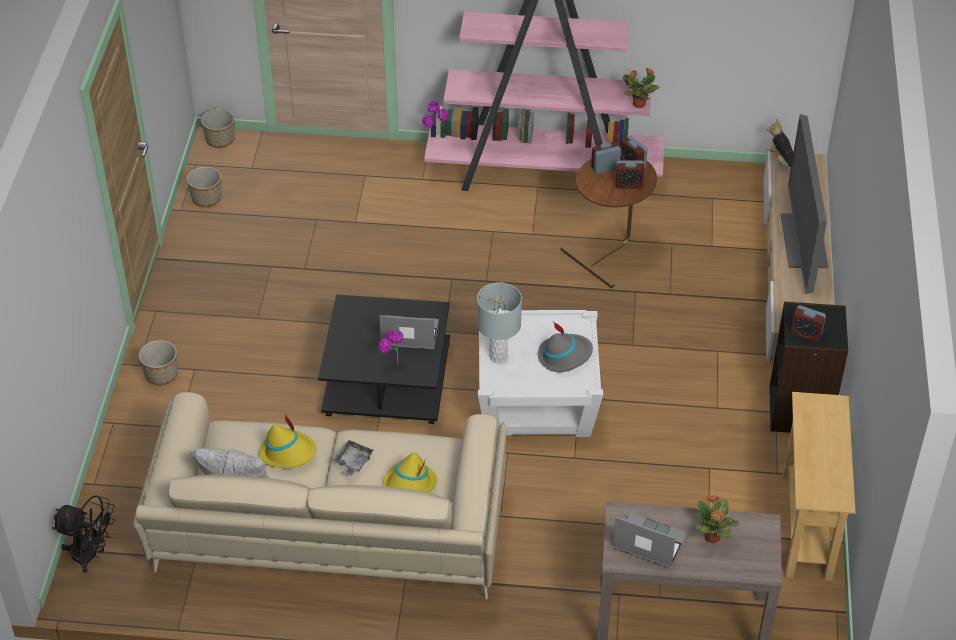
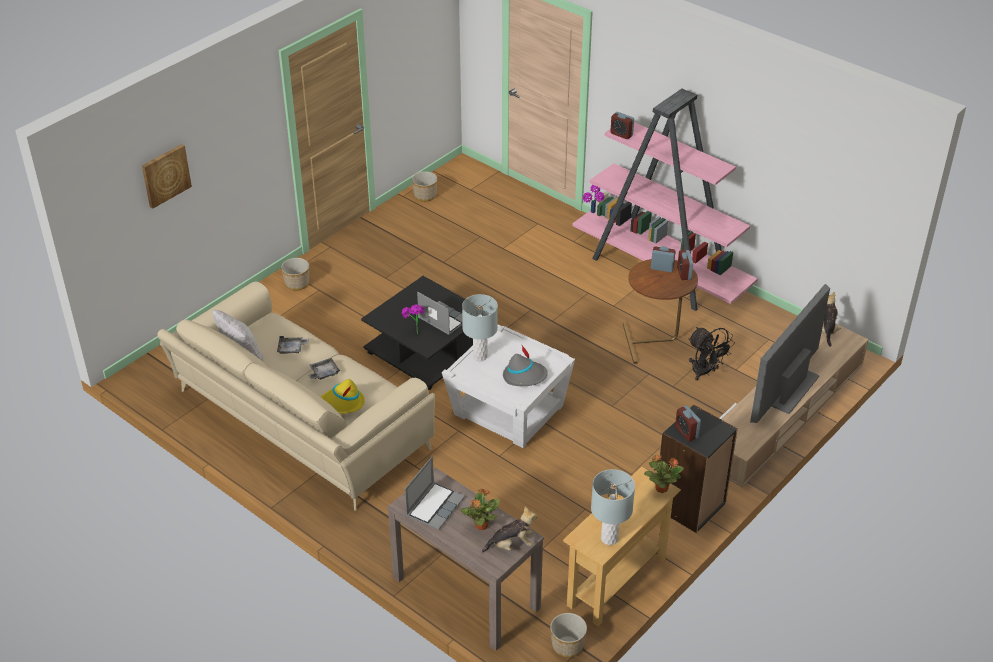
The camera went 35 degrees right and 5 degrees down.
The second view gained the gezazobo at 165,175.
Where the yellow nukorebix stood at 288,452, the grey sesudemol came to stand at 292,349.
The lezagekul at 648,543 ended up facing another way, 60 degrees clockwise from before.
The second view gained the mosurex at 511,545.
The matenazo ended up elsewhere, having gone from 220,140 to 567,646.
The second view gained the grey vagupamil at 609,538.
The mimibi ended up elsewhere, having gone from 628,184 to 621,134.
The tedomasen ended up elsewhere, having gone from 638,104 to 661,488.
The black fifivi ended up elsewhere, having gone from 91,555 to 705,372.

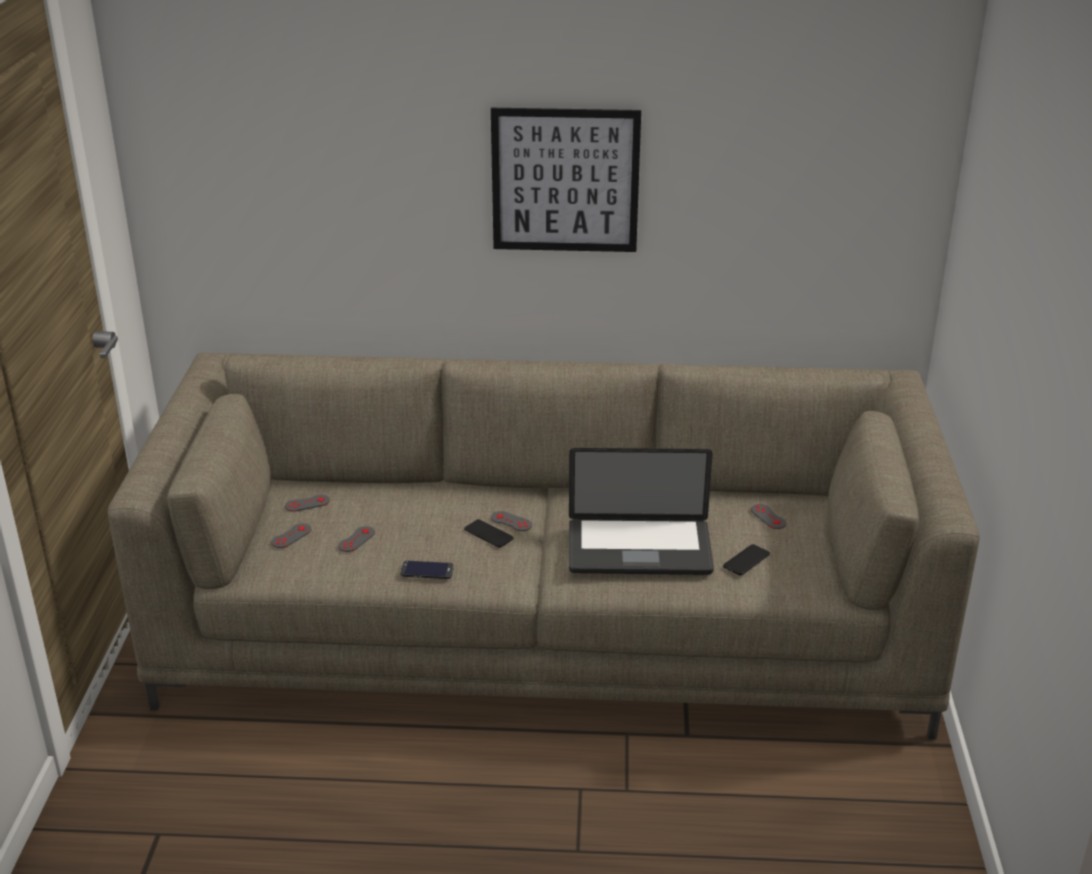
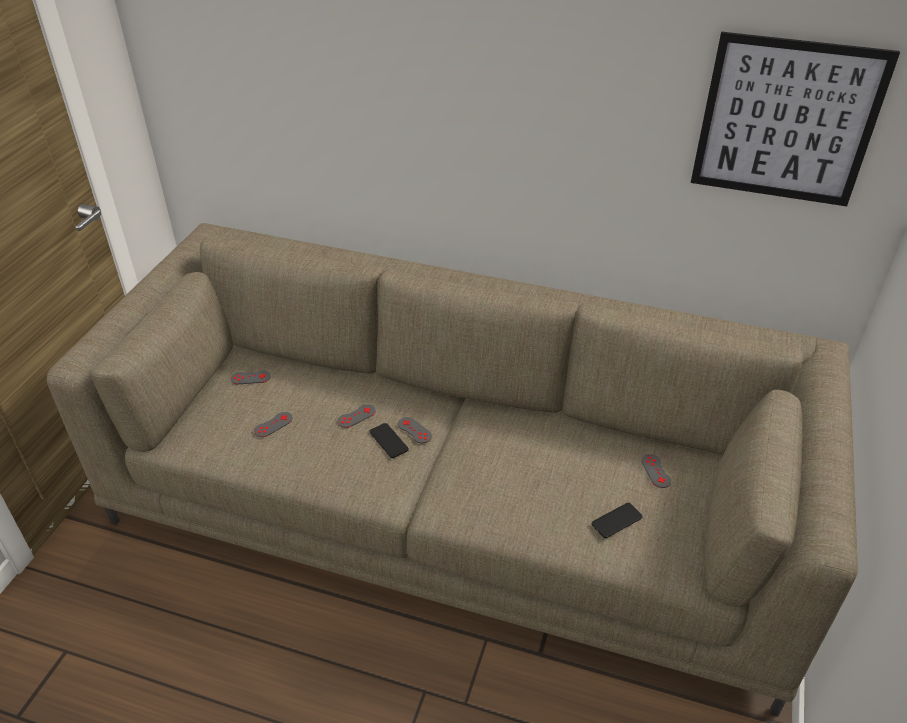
The camera went 15 degrees right and 10 degrees up.
The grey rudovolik ended up elsewhere, having gone from 291,536 to 356,416.
The gezazobo ended up elsewhere, having gone from 565,180 to 786,121.
The second view lost the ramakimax at 427,570.
The second view lost the lezagekul at 639,549.

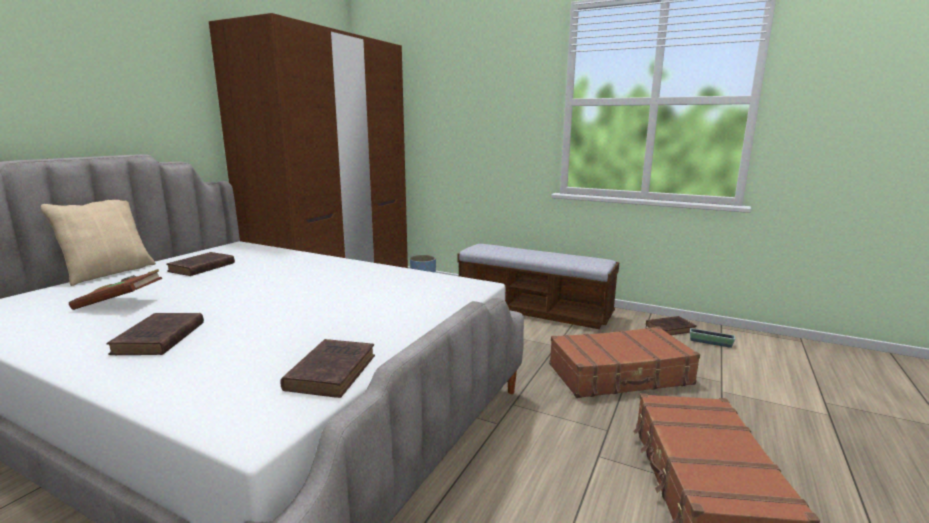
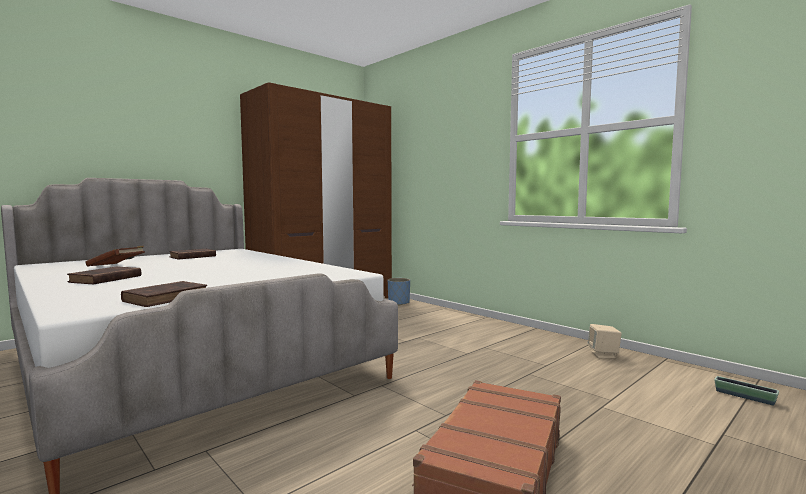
The camera went 20 degrees right and 10 degrees down.
Where the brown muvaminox stood at 671,328, the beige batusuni came to stand at 603,354.
The matenazo ended up elsewhere, having gone from 710,342 to 744,397.
The second view lost the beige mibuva at 108,273.
The second view lost the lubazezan at 533,309.
The second view lost the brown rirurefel at 620,375.

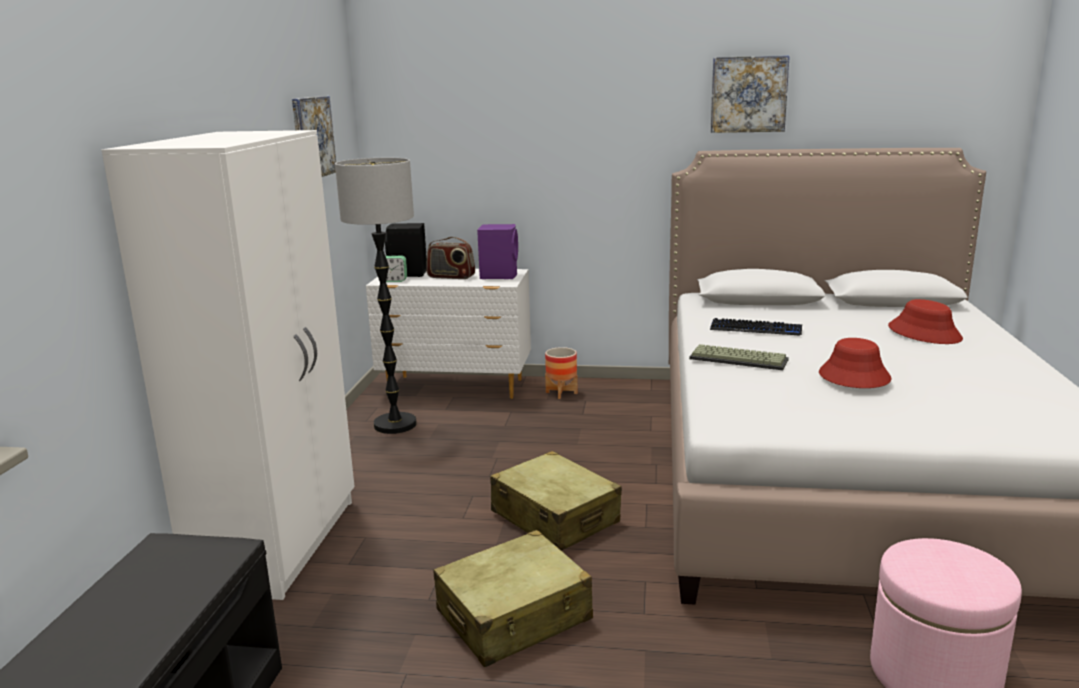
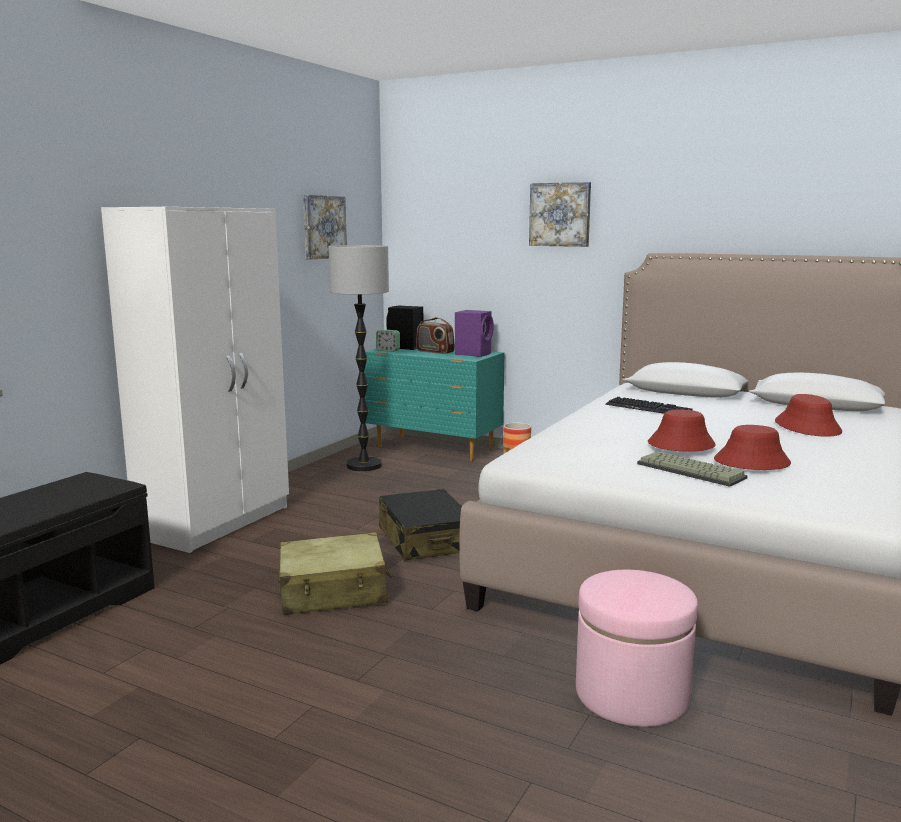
The camera went 20 degrees right and 5 degrees down.
What was the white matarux at 457,387 turned into the turquoise matarux at 435,449.
What was the beige rirurefel at 555,517 turned into the black rirurefel at 425,540.
The gezazobo ended up elsewhere, having gone from 748,94 to 560,214.
The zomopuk ended up elsewhere, having gone from 739,359 to 692,470.
The second view gained the red nukorebix at 751,462.

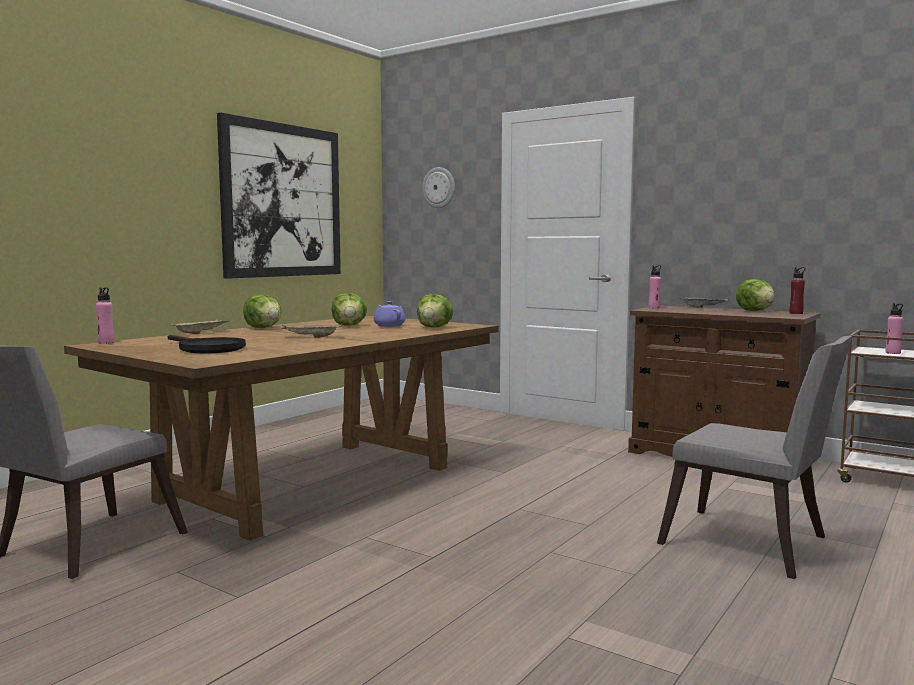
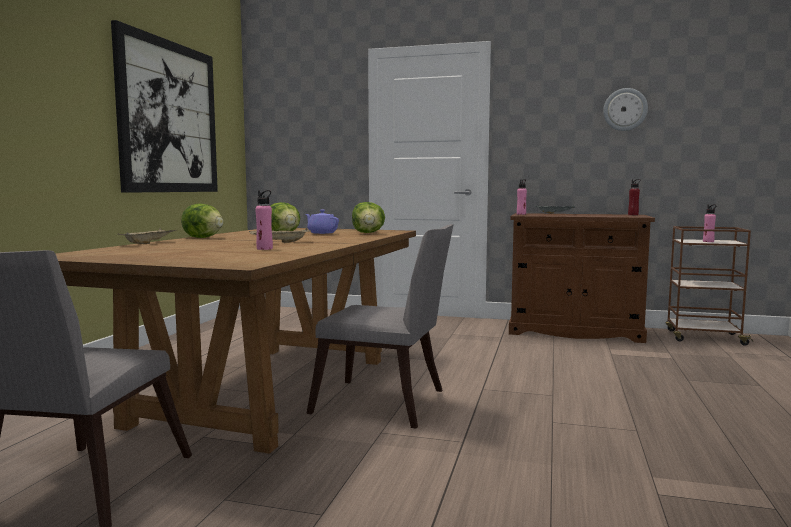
The camera went 20 degrees left and 0 degrees up.
The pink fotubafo ended up elsewhere, having gone from 106,342 to 264,249.
The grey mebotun ended up elsewhere, having gone from 752,545 to 386,404.
The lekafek ended up elsewhere, having gone from 439,187 to 625,109.
The second view lost the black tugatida at 206,349.
The second view lost the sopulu at 755,311.

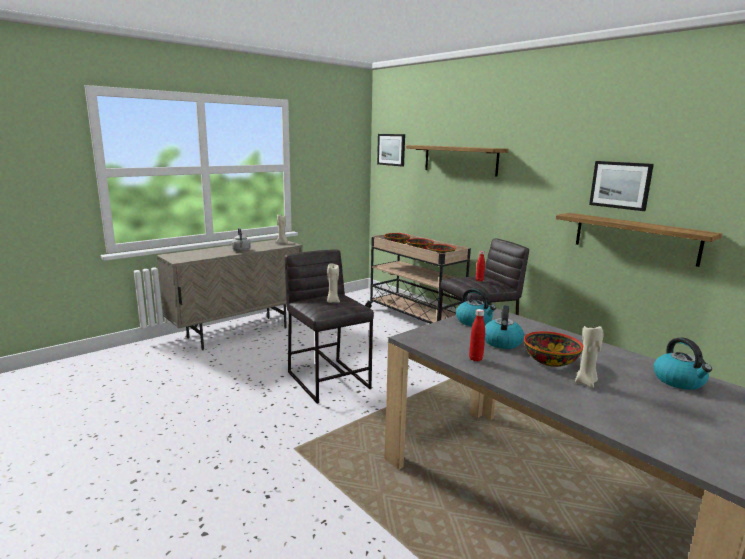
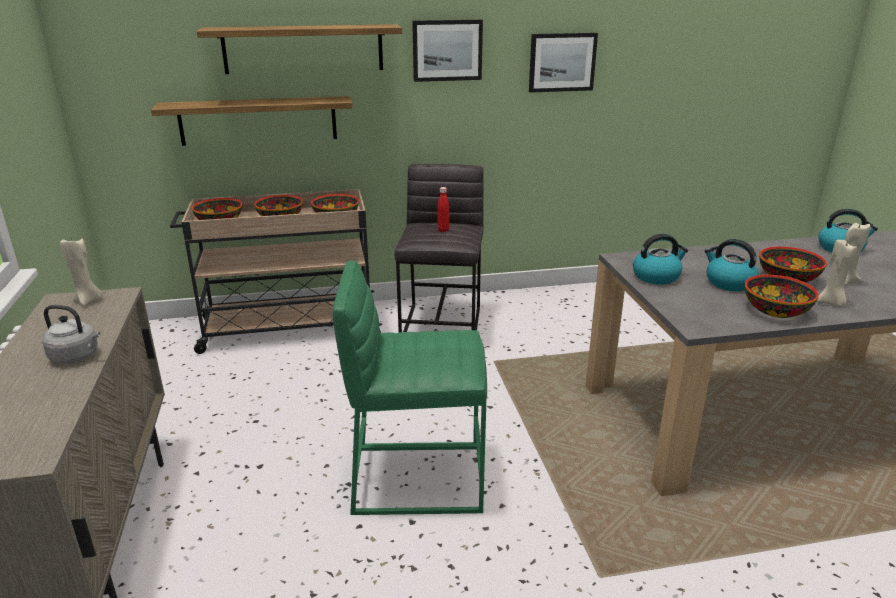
The camera went 60 degrees left and 10 degrees up.
The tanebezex ended up elsewhere, having gone from 635,238 to 258,120.
What was the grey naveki at 328,379 turned into the green naveki at 416,476.
The gezazobo ended up elsewhere, having gone from 391,149 to 447,50.
Where the red fotubafo stood at 475,359, the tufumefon came to stand at 776,310.
The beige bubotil ended up elsewhere, having gone from 332,301 to 831,303.

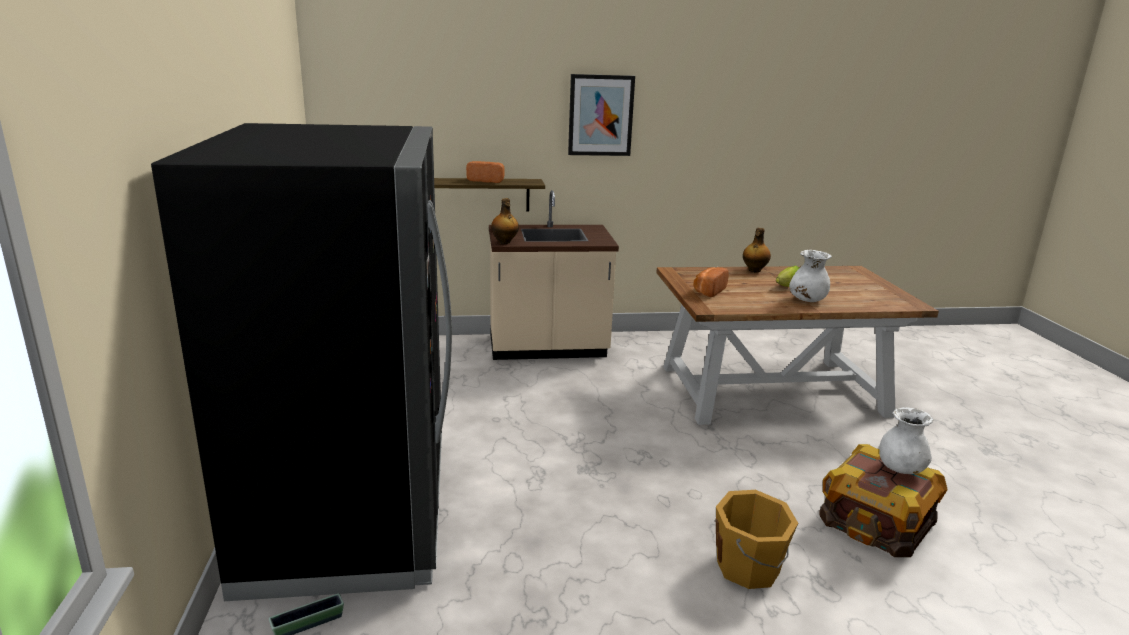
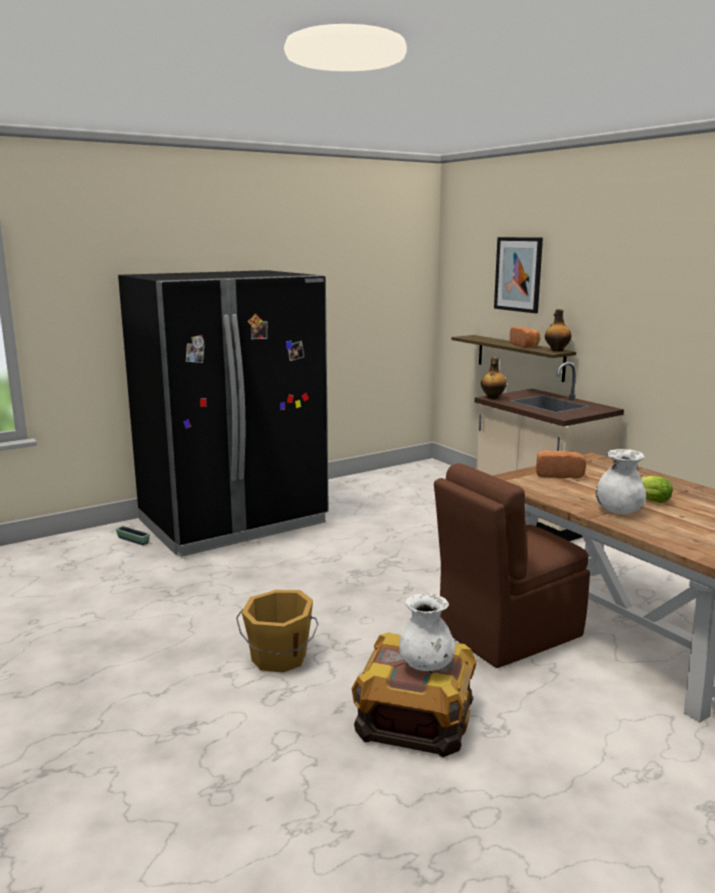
The camera went 65 degrees right and 5 degrees down.
The second view gained the brown mebotun at 507,633.
The gezazobo ended up elsewhere, having gone from 600,115 to 518,274.
The fotubafo ended up elsewhere, having gone from 754,270 to 556,350.

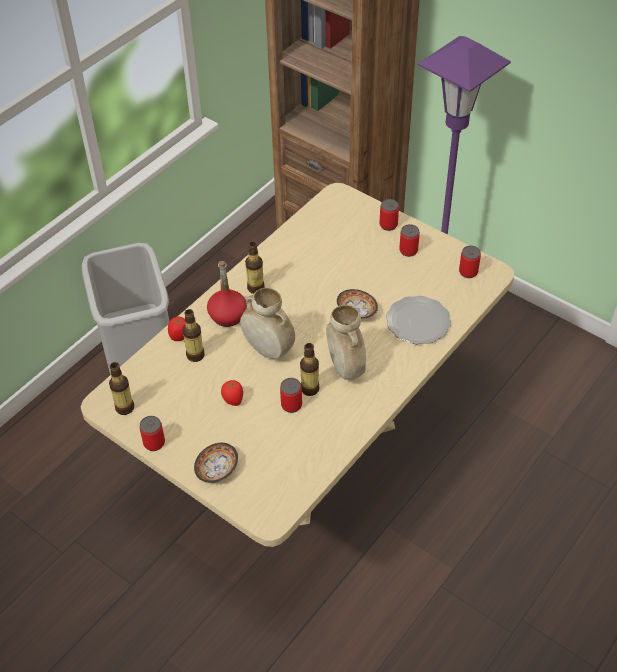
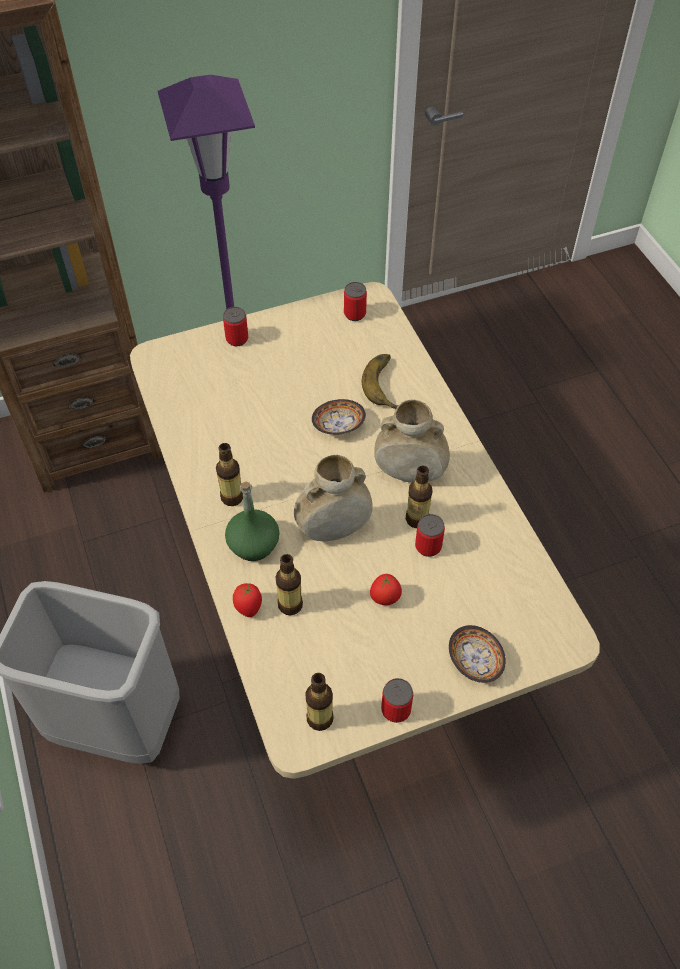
The camera went 60 degrees left and 5 degrees up.
What was the red fotubafo at 227,316 turned into the green fotubafo at 253,544.
Where the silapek stood at 417,321, the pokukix came to stand at 389,385.
The second view lost the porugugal at 408,250.

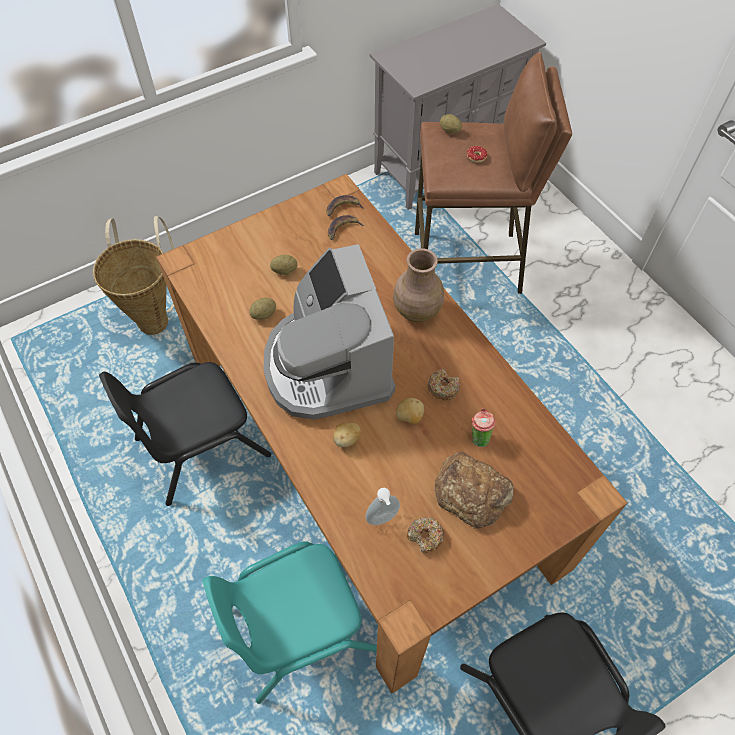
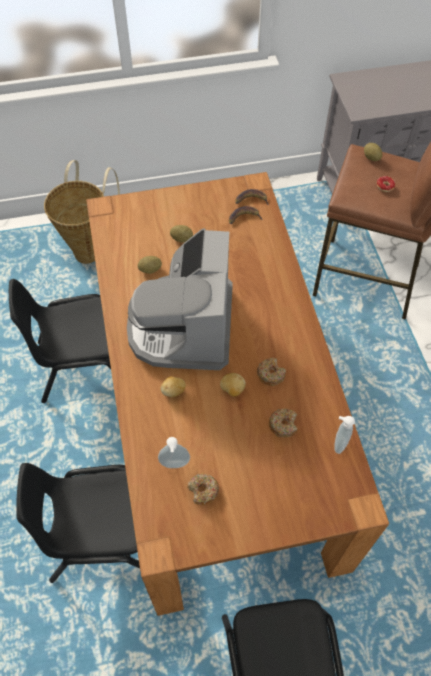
The camera went 20 degrees right and 0 degrees up.
What was the turquoise mebotun at 298,627 turned into the black mebotun at 105,534.
Where the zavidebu stood at 479,437, the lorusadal came to stand at 283,425.
The second view gained the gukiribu at 338,443.
The second view lost the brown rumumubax at 417,310.
The second view lost the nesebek at 472,492.

